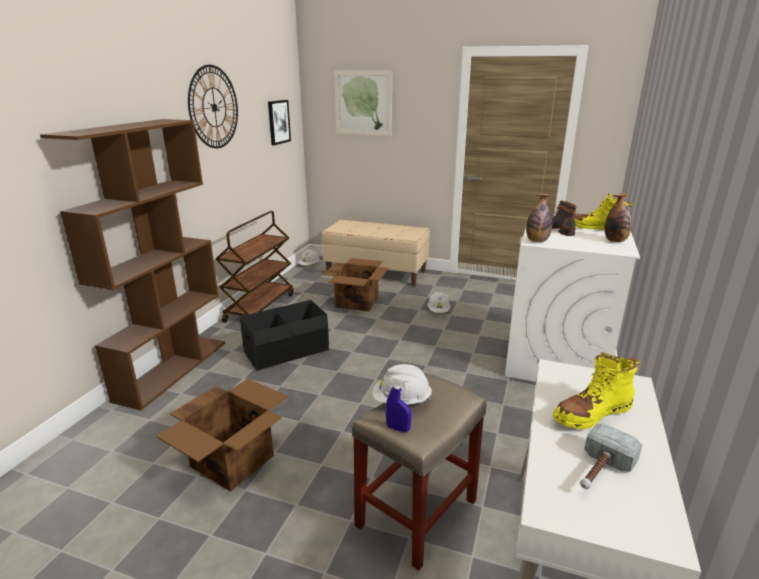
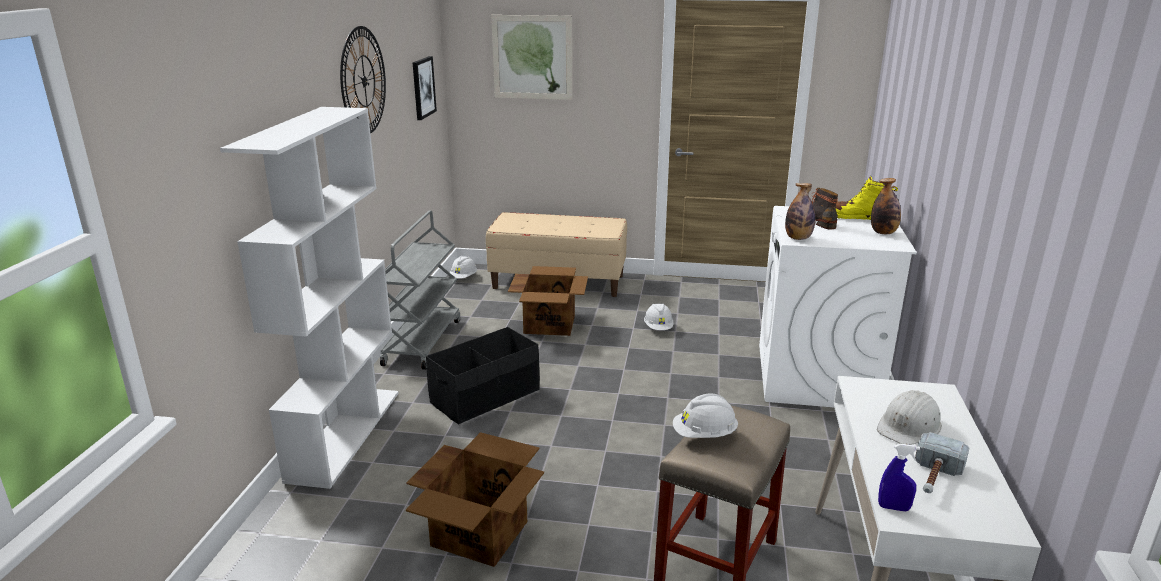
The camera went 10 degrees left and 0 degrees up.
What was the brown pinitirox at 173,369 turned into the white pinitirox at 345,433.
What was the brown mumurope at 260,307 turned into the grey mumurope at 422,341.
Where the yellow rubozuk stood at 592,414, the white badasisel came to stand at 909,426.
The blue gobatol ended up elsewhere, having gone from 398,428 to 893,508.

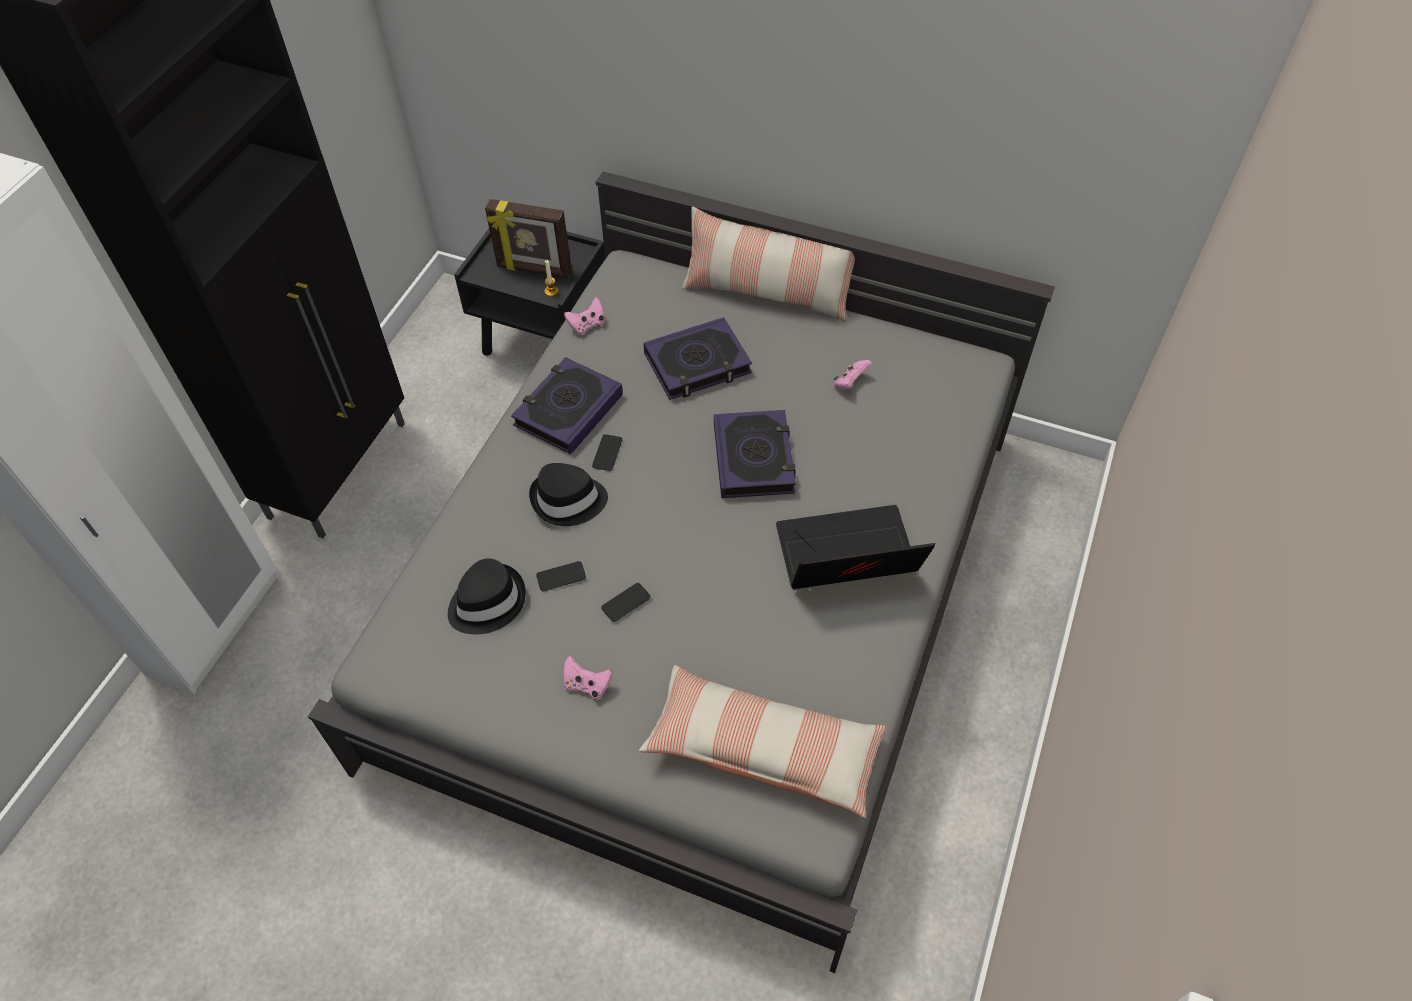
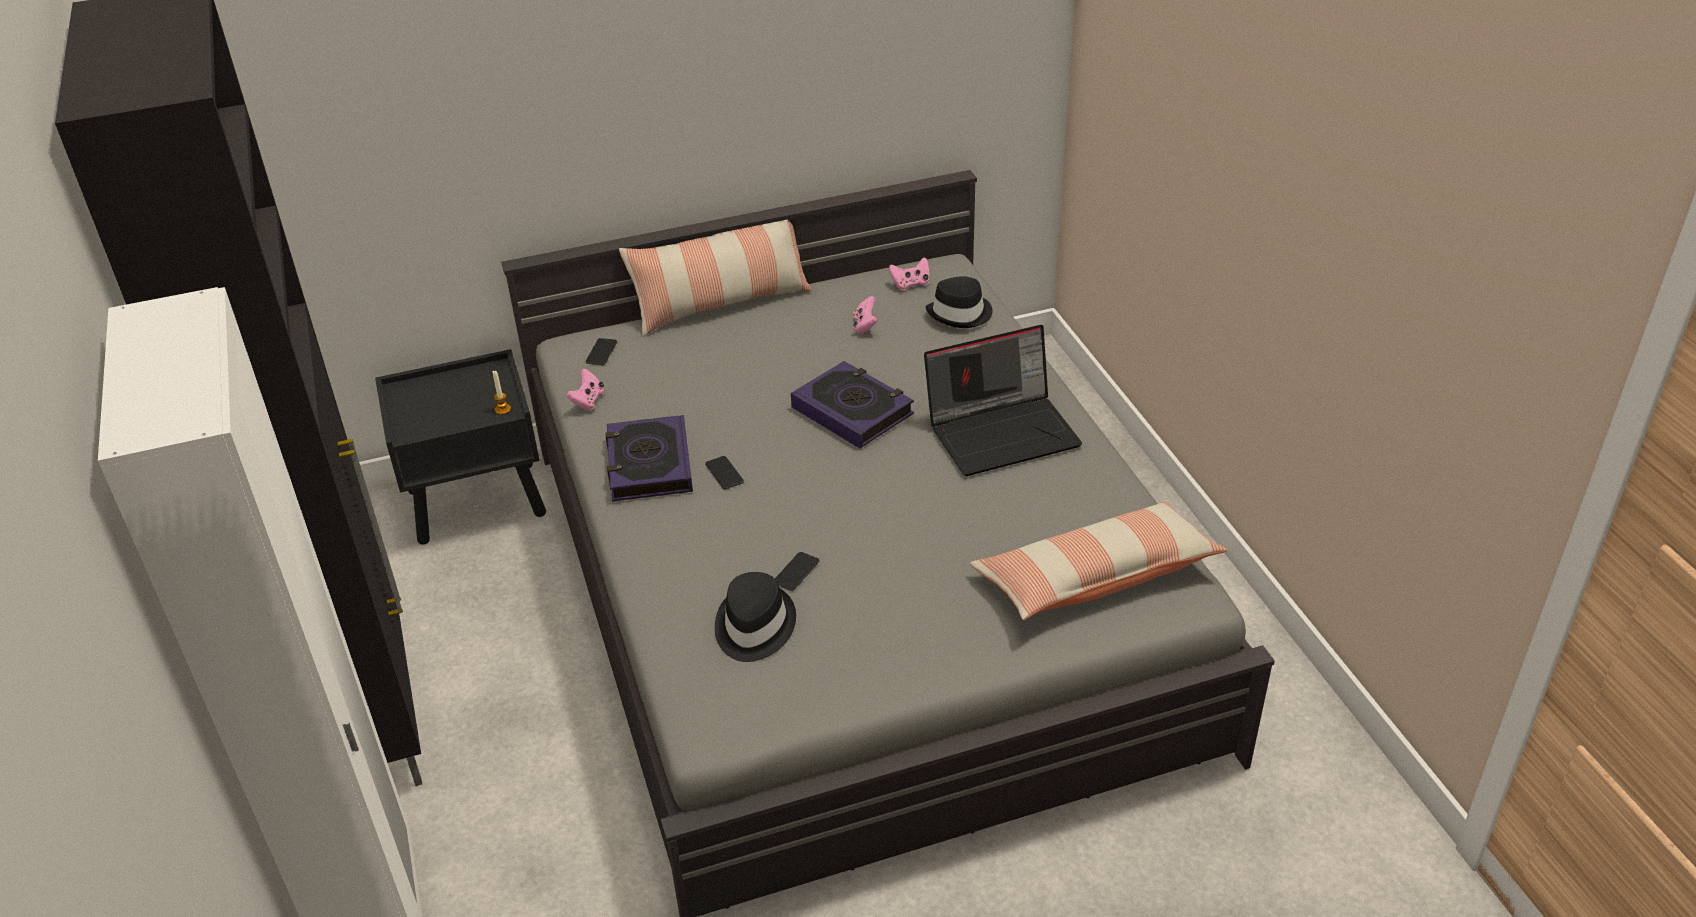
The camera went 40 degrees left and 15 degrees down.
The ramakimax ended up elsewhere, having gone from 626,602 to 601,352.
The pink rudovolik ended up elsewhere, having gone from 587,685 to 910,284.
The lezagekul at 845,559 ended up facing another way, 150 degrees counterclockwise from before.
The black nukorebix ended up elsewhere, having gone from 568,501 to 960,314.
The second view lost the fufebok at 534,269.
The second view lost the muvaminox at 697,364.

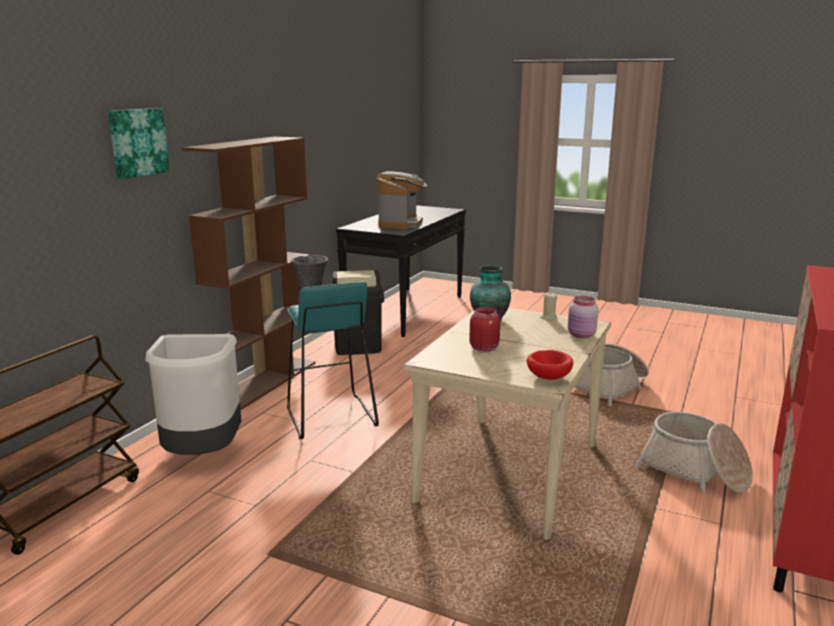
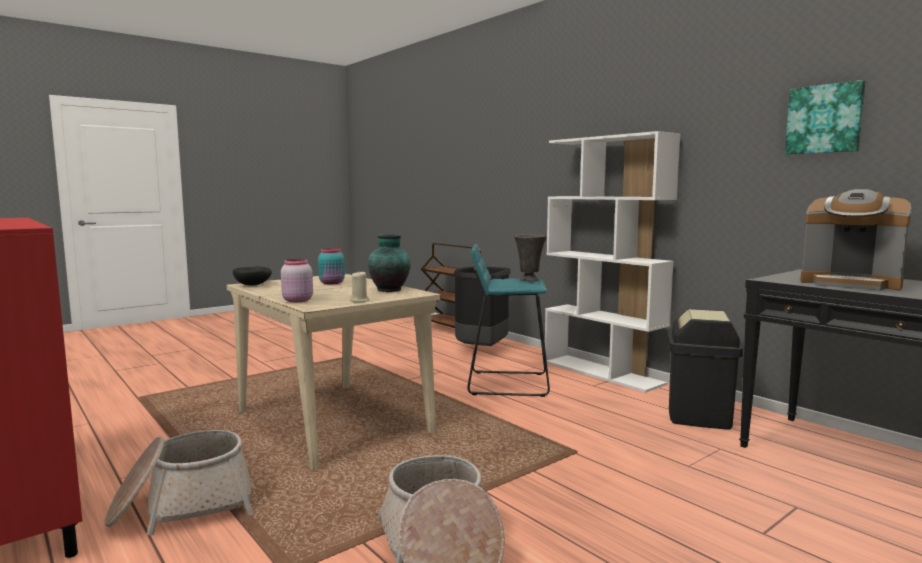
The camera went 115 degrees right and 10 degrees down.
What was the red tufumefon at 548,377 turned into the black tufumefon at 254,285.
What was the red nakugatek at 484,348 turned into the turquoise nakugatek at 332,283.
What was the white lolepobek at 202,455 turned into the black lolepobek at 481,351.
What was the brown pinitirox at 265,382 turned into the white pinitirox at 602,372.
The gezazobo ended up elsewhere, having gone from 137,142 to 824,119.

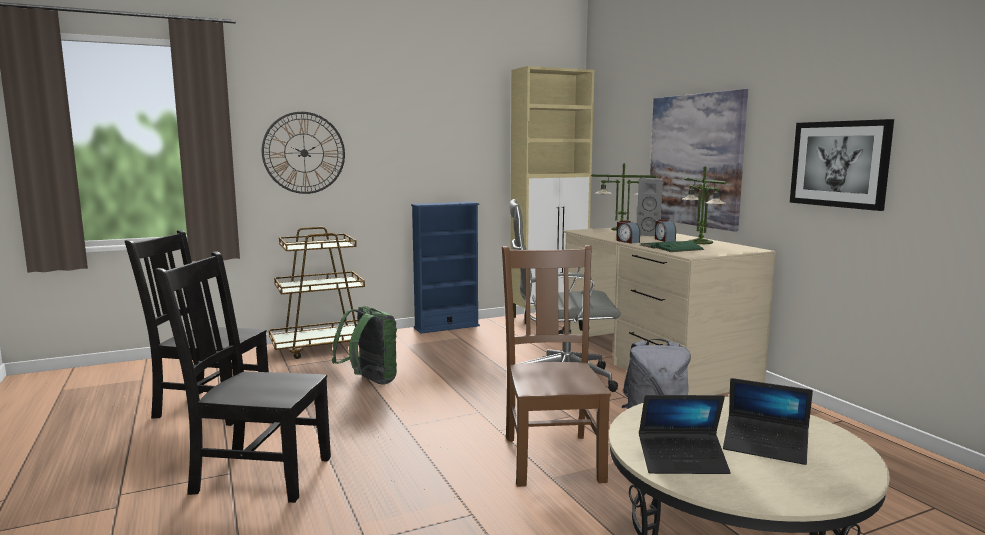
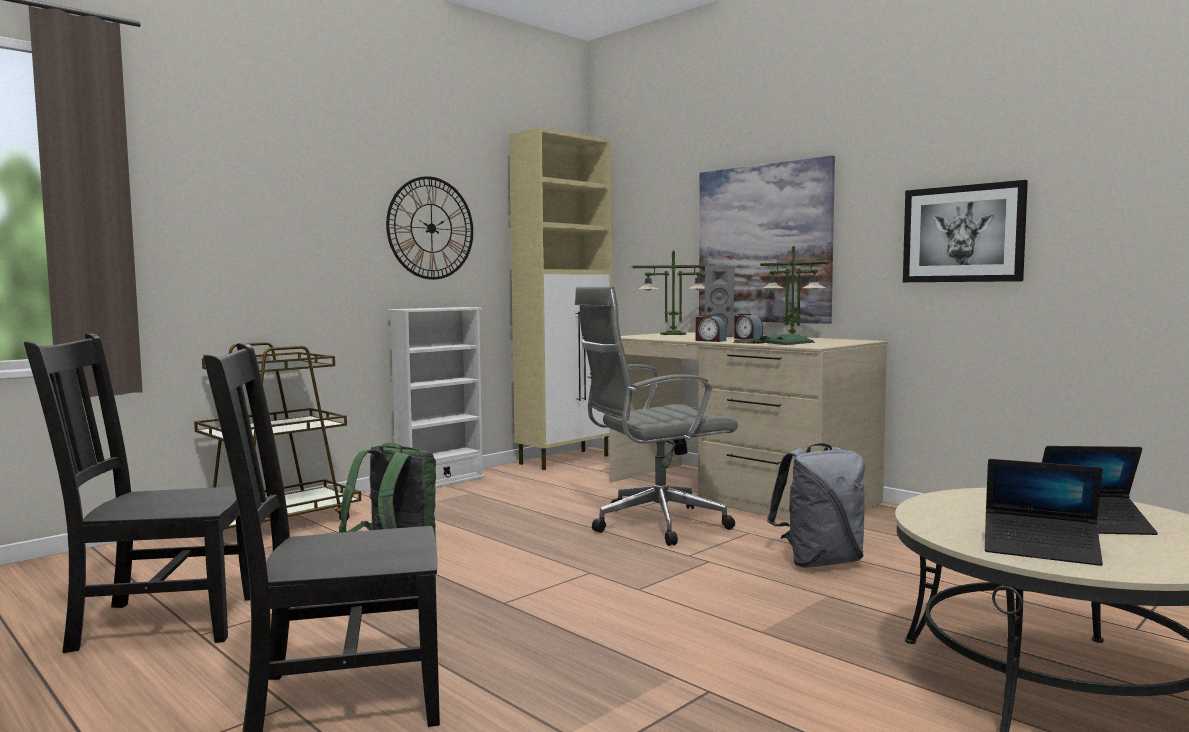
The camera went 20 degrees left and 5 degrees down.
The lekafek ended up elsewhere, having gone from 304,153 to 431,228.
What was the blue pinitirox at 446,327 turned into the white pinitirox at 440,482.
The lezagekul at 682,461 ended up facing another way, 45 degrees clockwise from before.
The second view lost the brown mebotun at 552,456.

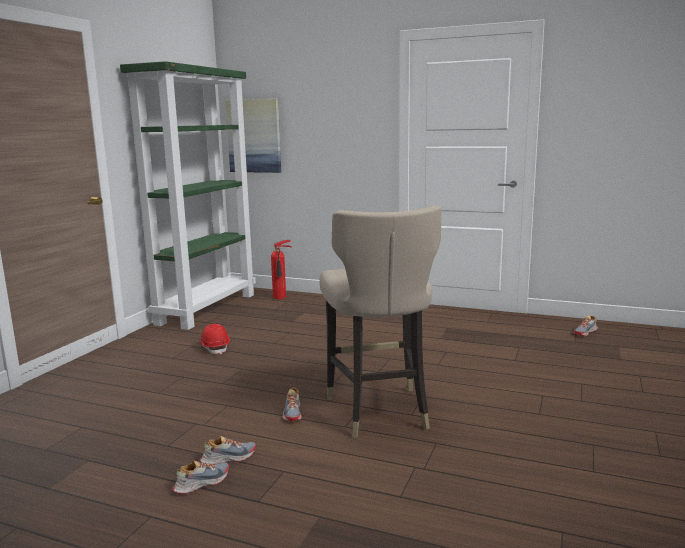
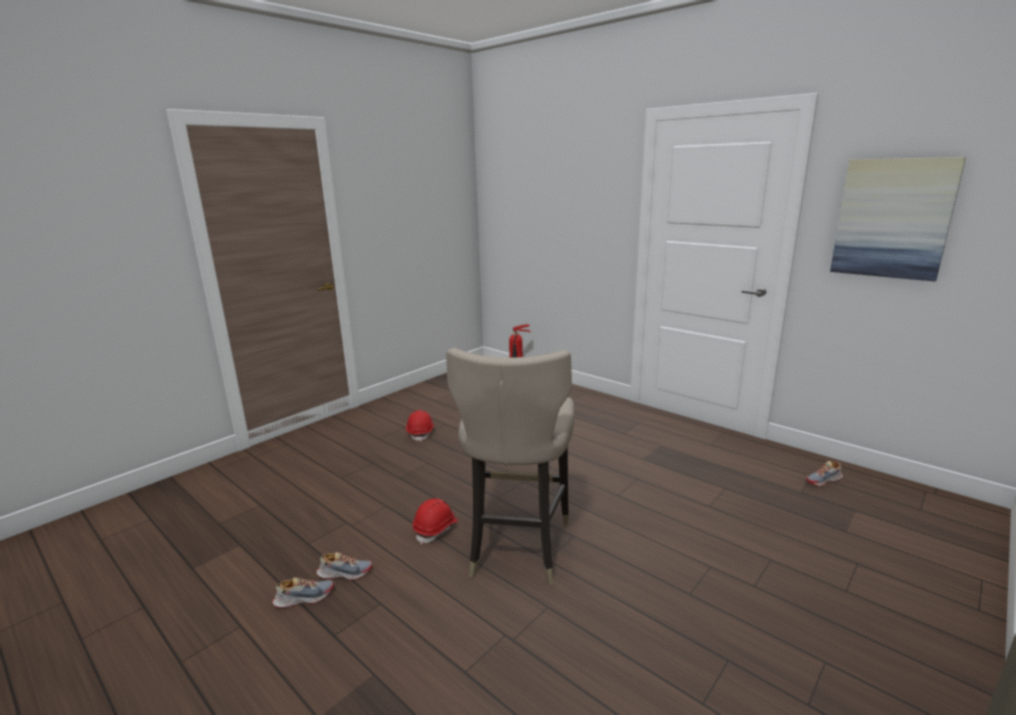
The camera went 20 degrees right and 5 degrees up.
Where the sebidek stood at 293,412, the red badasisel came to stand at 436,529.
The gezazobo ended up elsewhere, having gone from 254,136 to 892,218.
The second view lost the green pinitirox at 207,308.

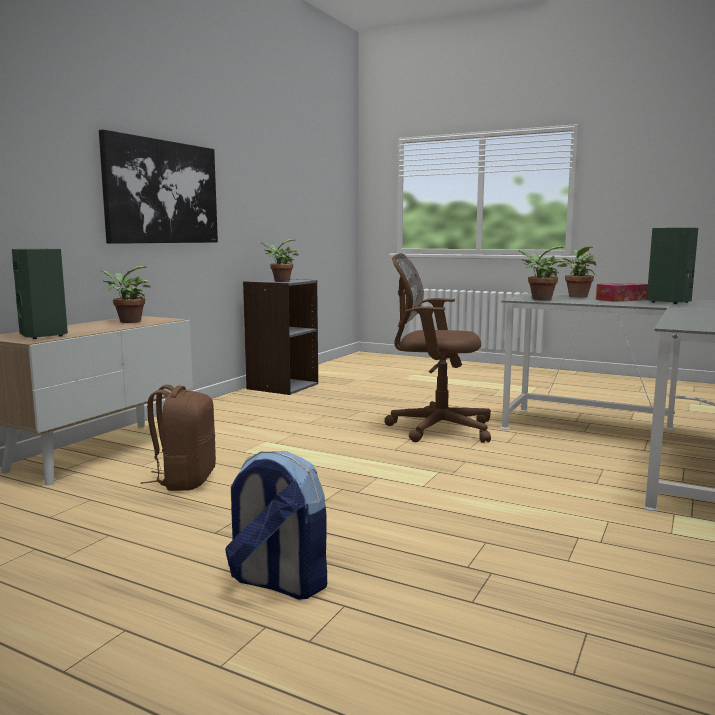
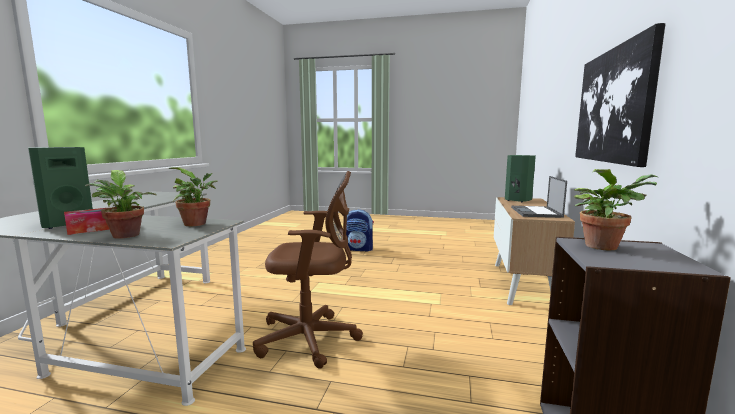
The camera went 165 degrees right and 0 degrees up.
Where the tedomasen stood at 127,321, the lezagekul came to stand at 536,212.
The second view lost the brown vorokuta at 184,480.

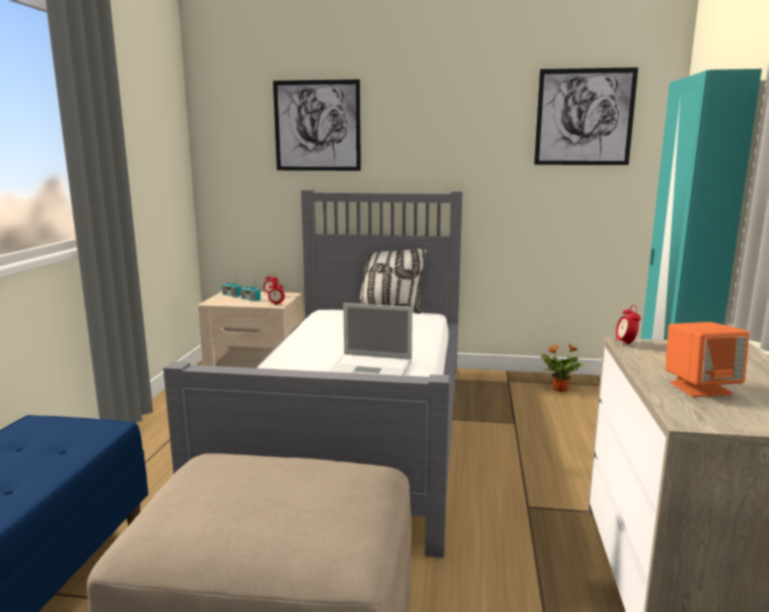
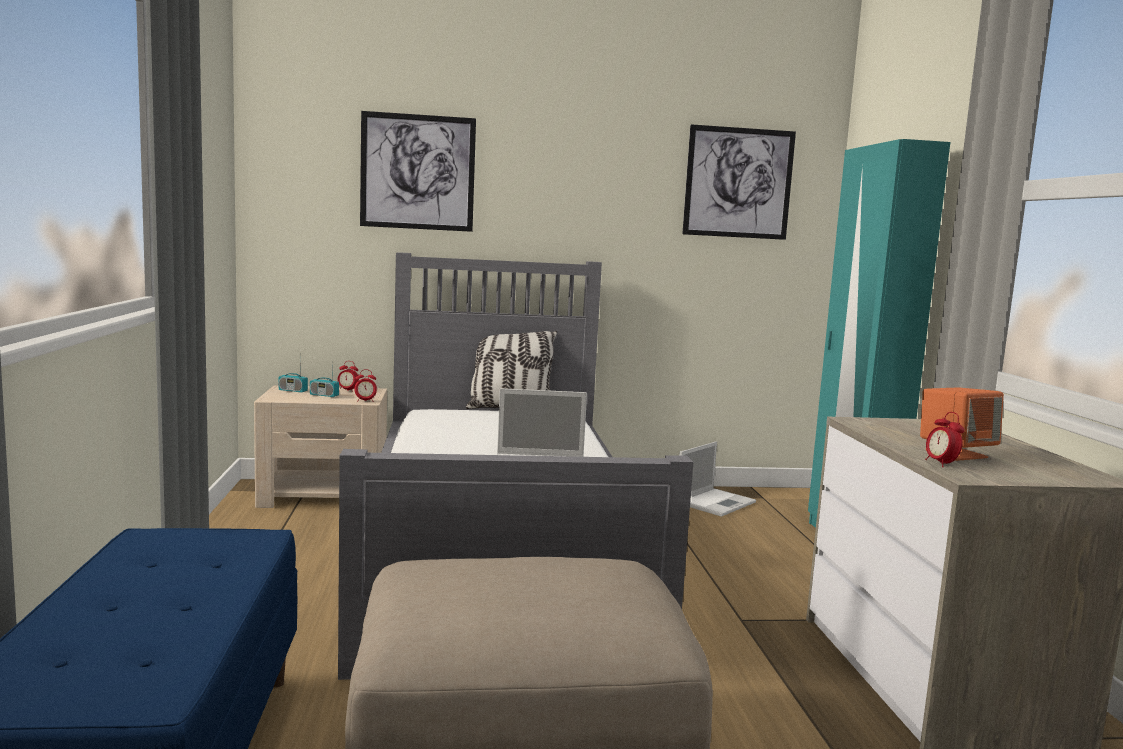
The camera went 15 degrees left and 5 degrees down.
Where the tedomasen stood at 559,389, the lezagekul came to stand at 716,502.
The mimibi ended up elsewhere, having gone from 625,343 to 941,464.

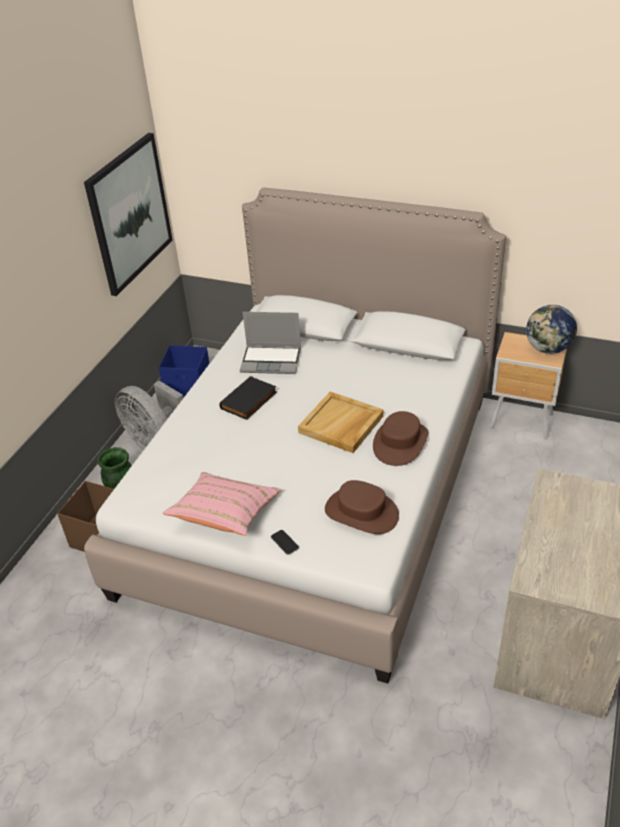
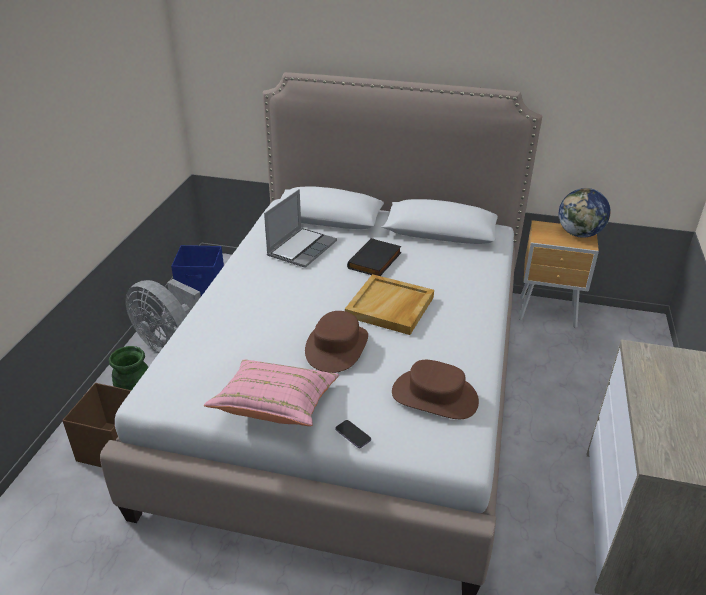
The camera went 10 degrees left and 5 degrees down.
The lezagekul at 272,360 ended up facing another way, 60 degrees counterclockwise from before.
The brown nukorebix ended up elsewhere, having gone from 400,442 to 336,347.
The black muvaminox ended up elsewhere, having gone from 249,401 to 375,261.
The second view lost the gezazobo at 129,213.

